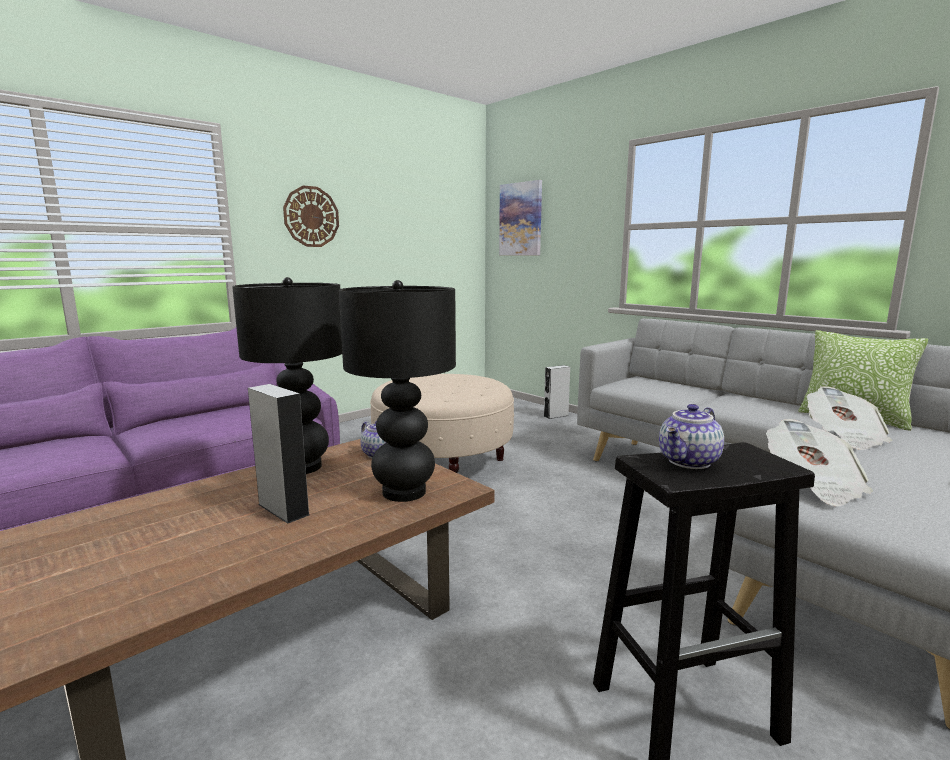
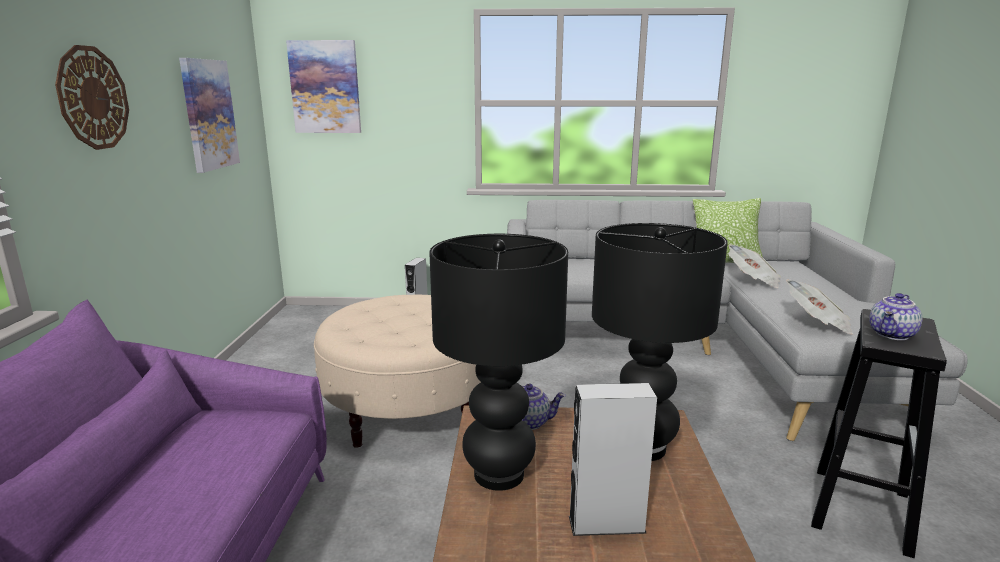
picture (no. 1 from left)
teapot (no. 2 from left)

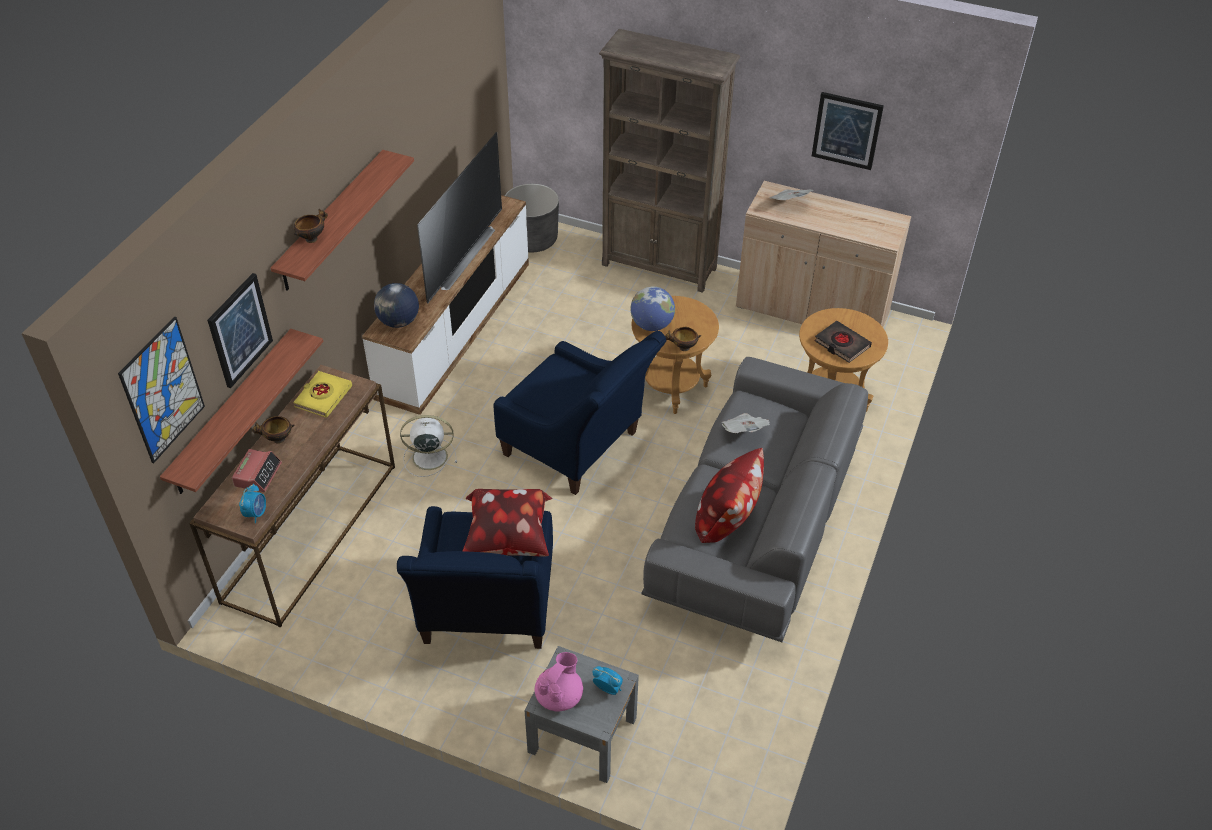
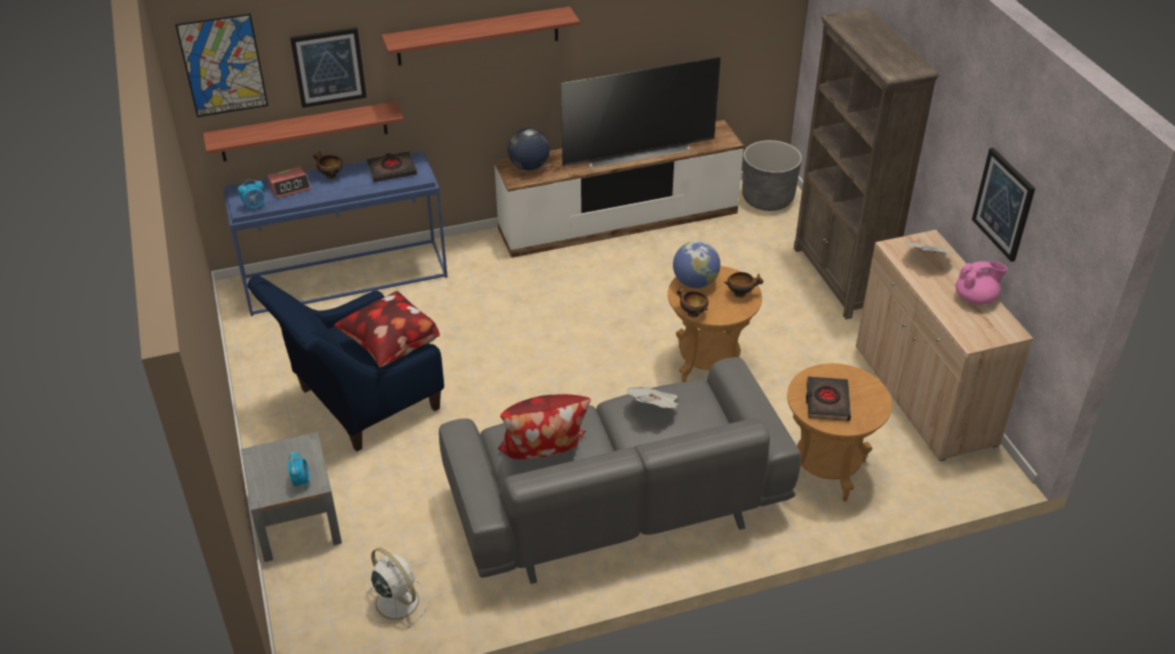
blue armchair (no. 2 from left in the first image)
bowl (no. 3 from left)
white fan
pink teapot
blue console table
black book (no. 1 from left)

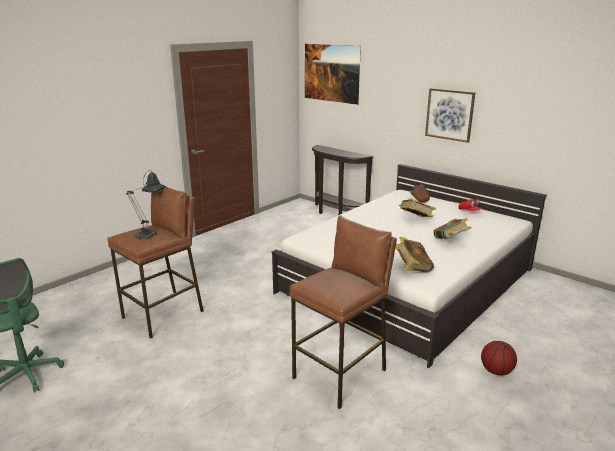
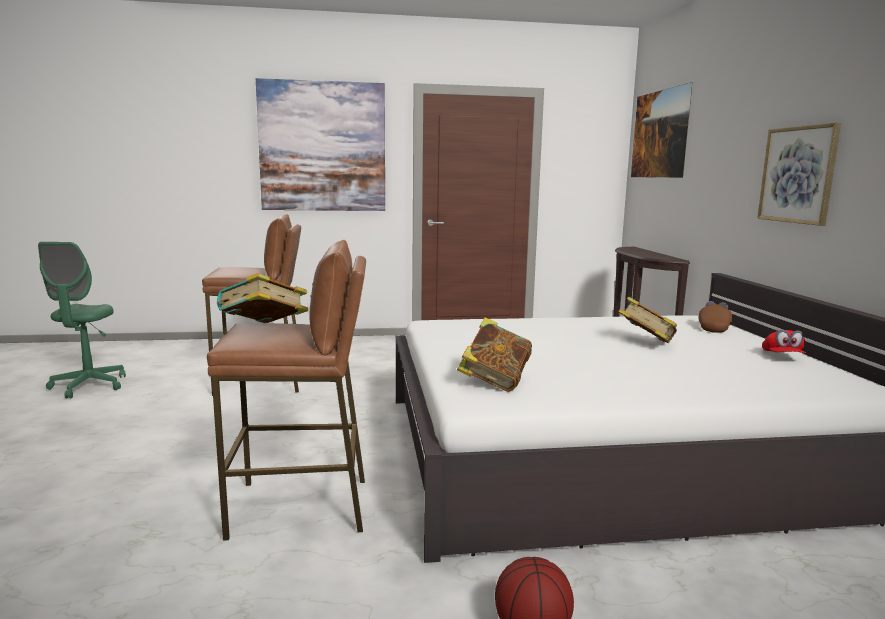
table lamp
picture (no. 1 from left)
book (no. 1 from left)

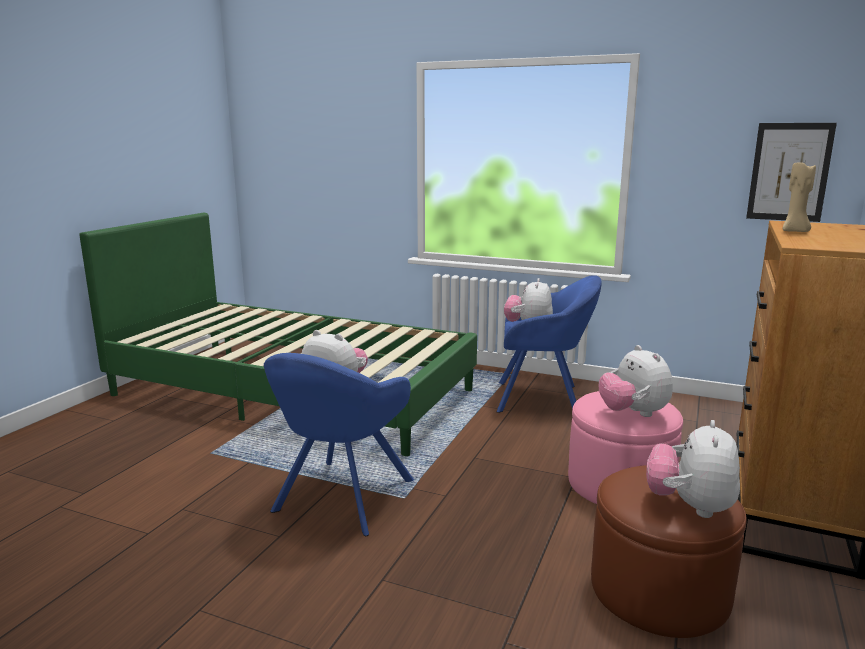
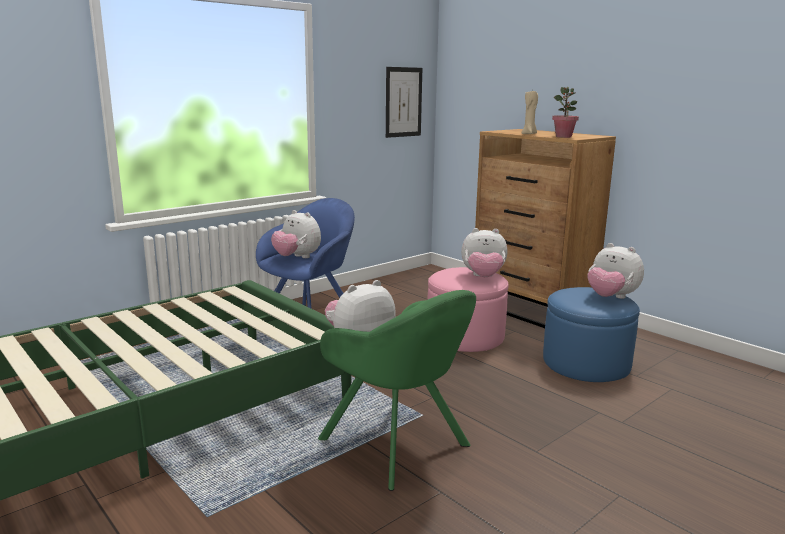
potted plant
green armchair
blue ottoman

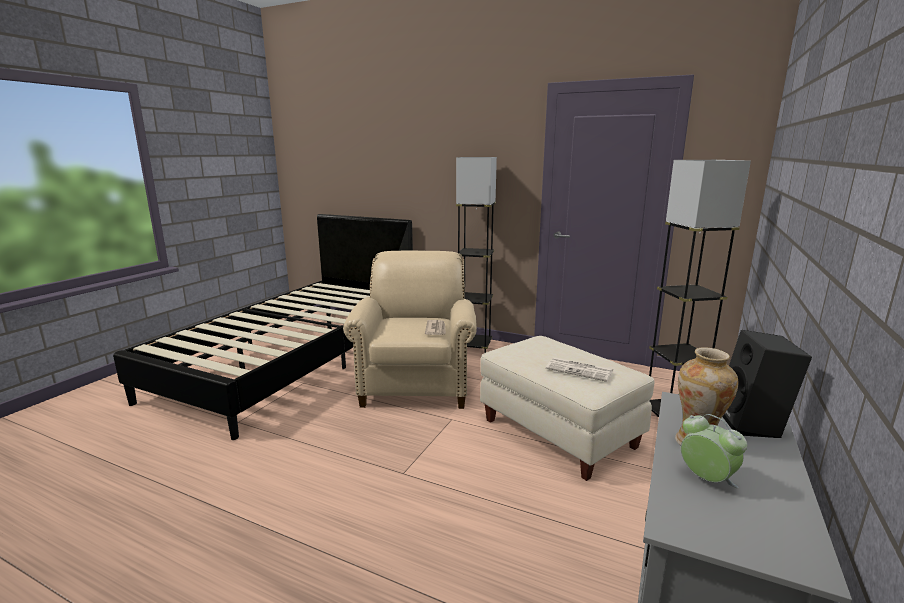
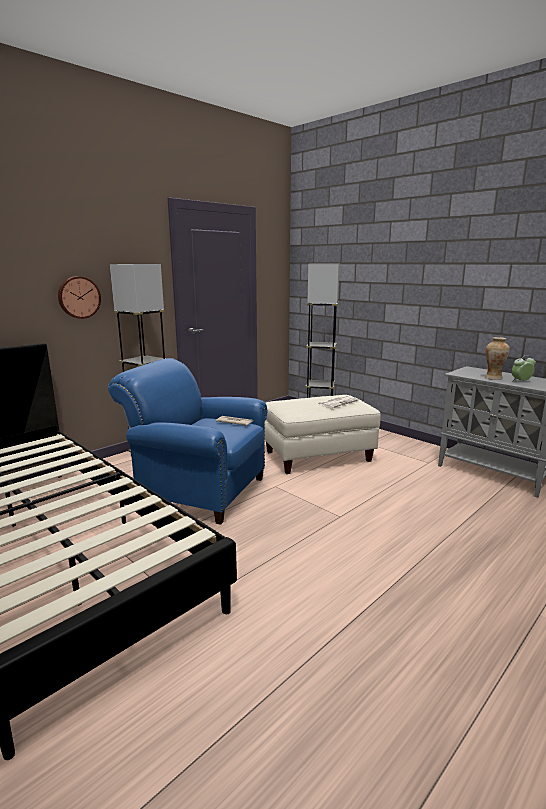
black speaker
wall clock
blue armchair

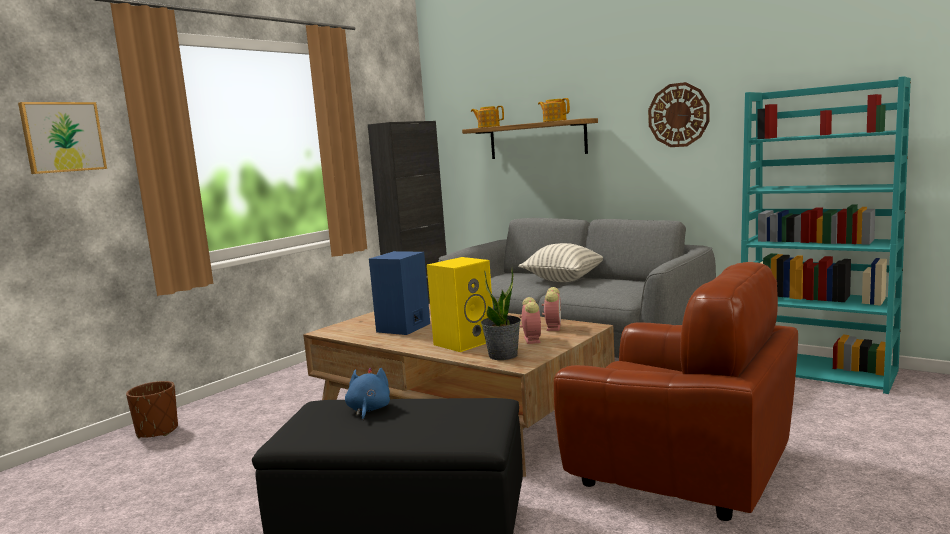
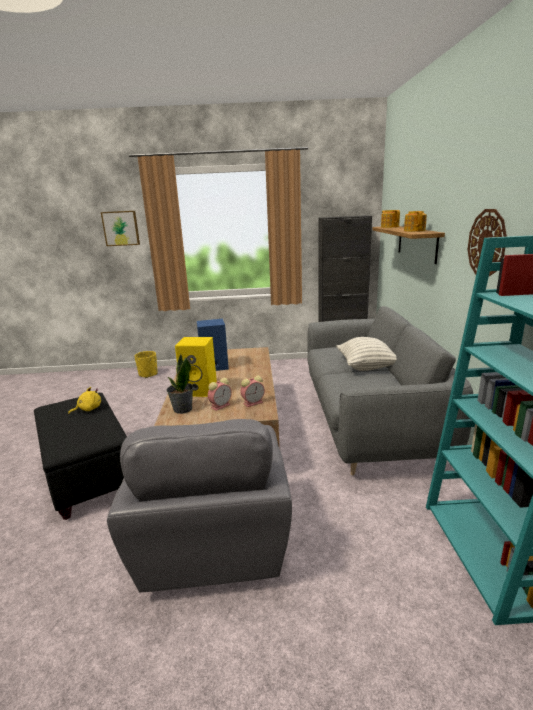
yellow planter
yellow plush toy
grey armchair

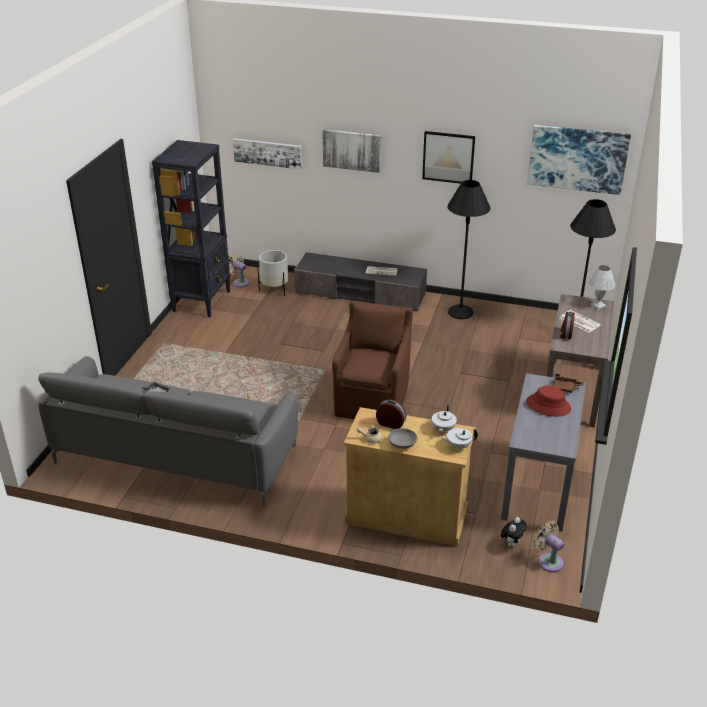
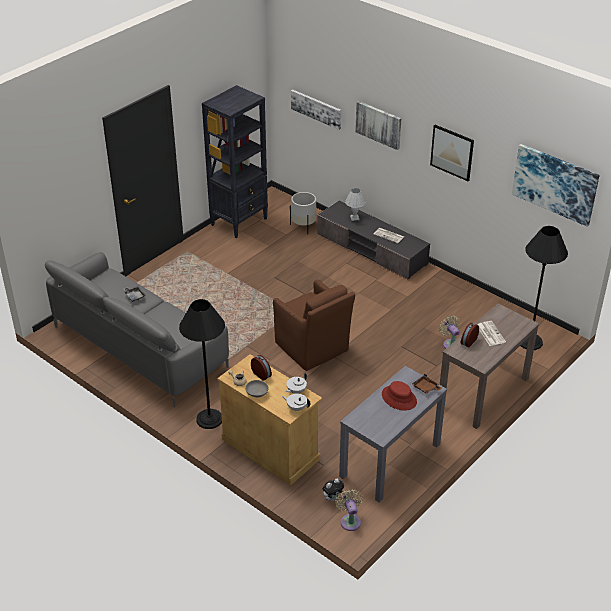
beige fan (no. 2 from left)
black floor lamp (no. 1 from left)
white table lamp
brown armchair

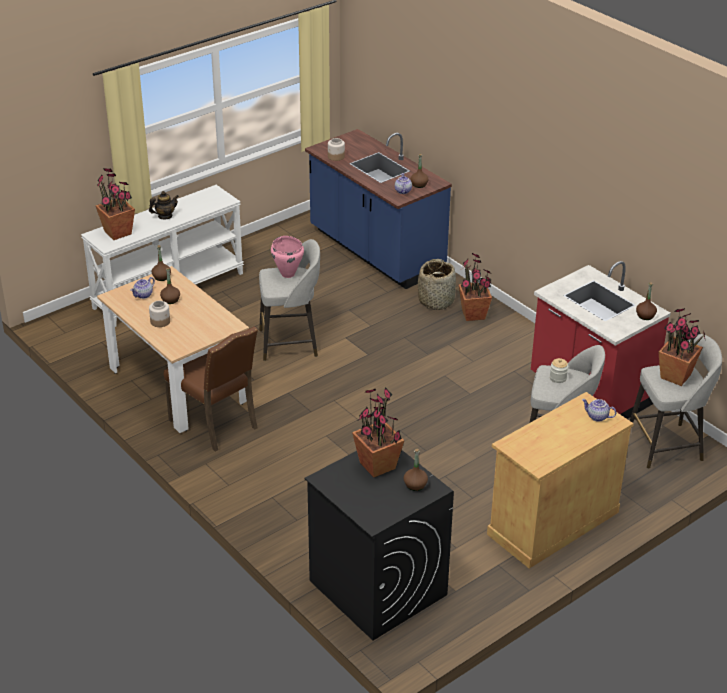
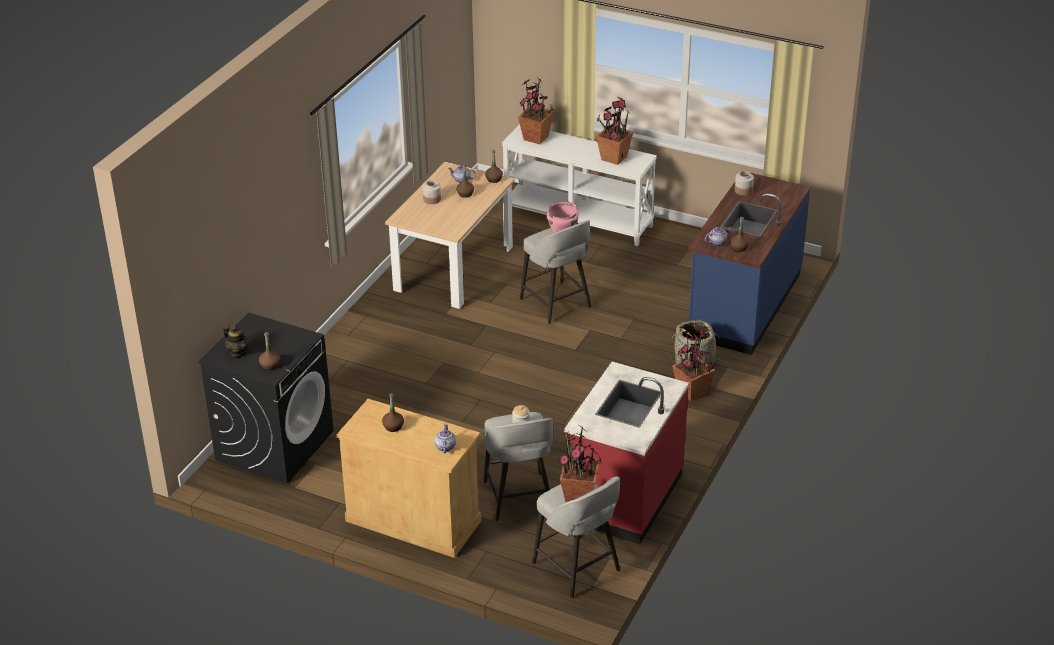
brown chair
teapot (no. 1 from left)
potted plant (no. 3 from left)
brown bottle (no. 2 from left)

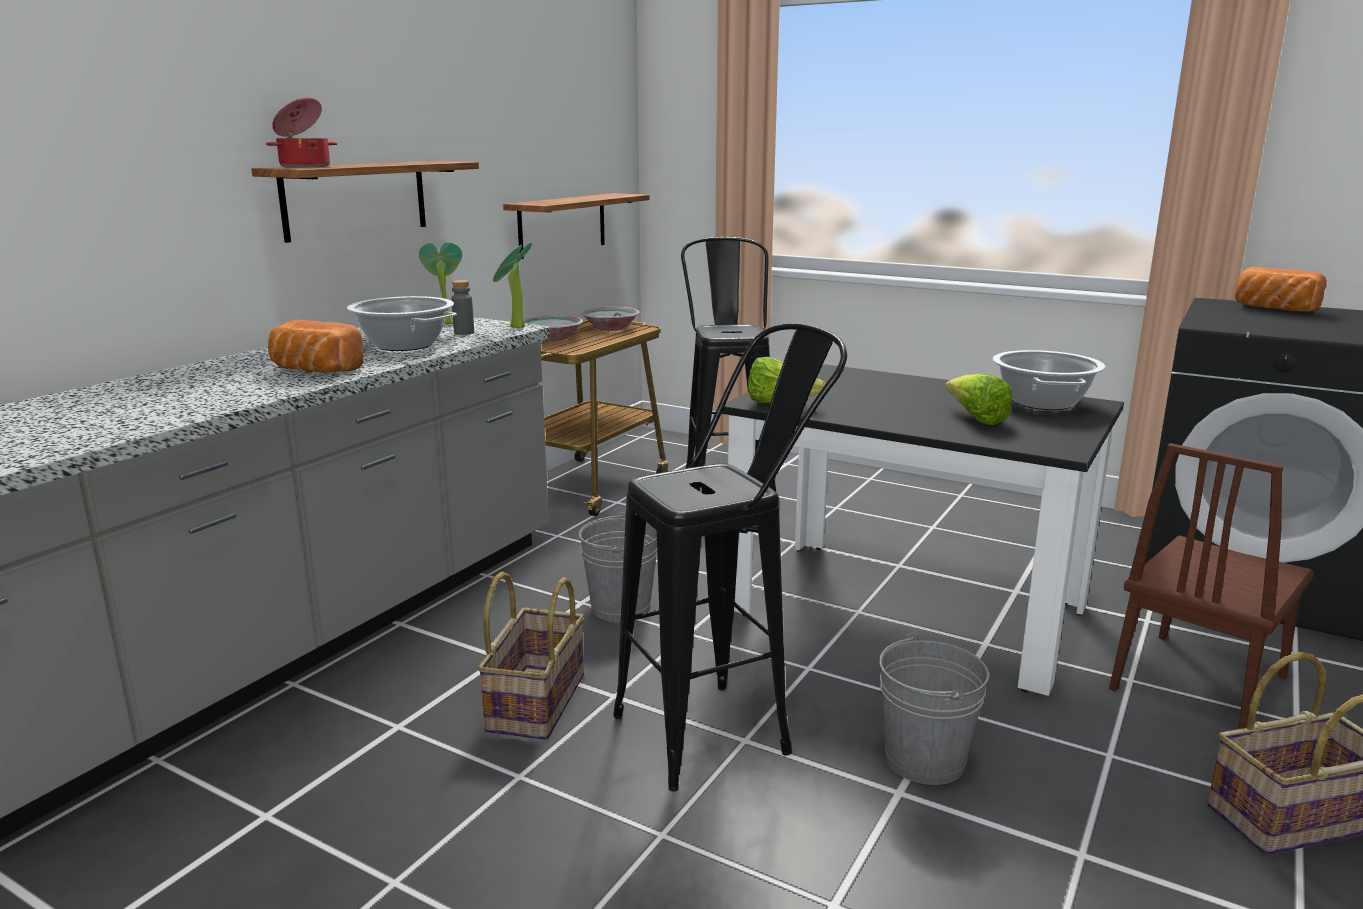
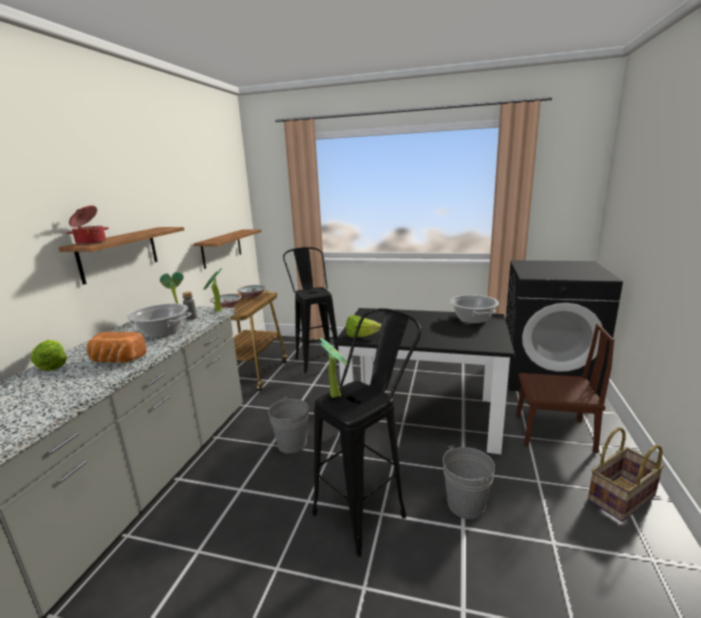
basket (no. 1 from left in the first image)
bread (no. 2 from left in the first image)
potted plant (no. 3 from left)
lettuce (no. 1 from left)
brown chair

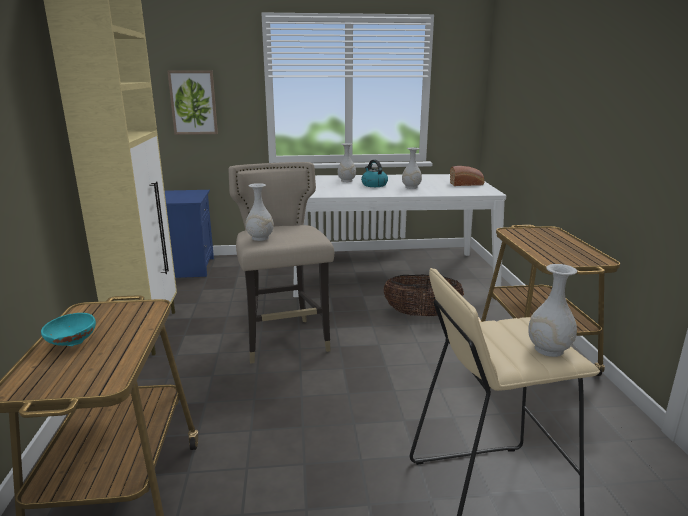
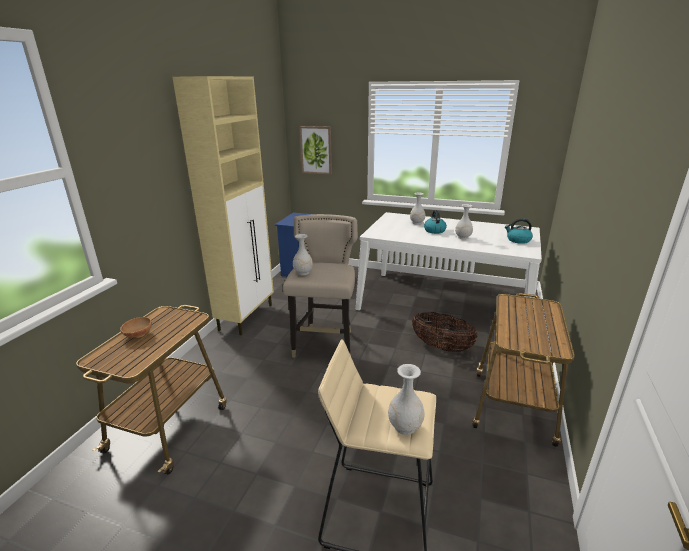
kettle (no. 2 from left)
brown bowl

